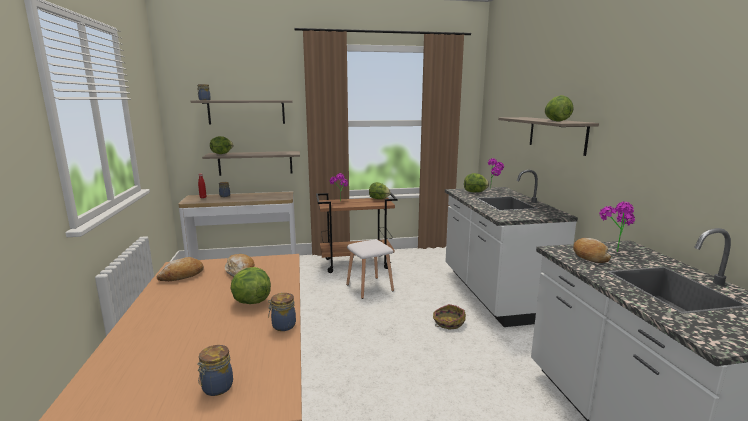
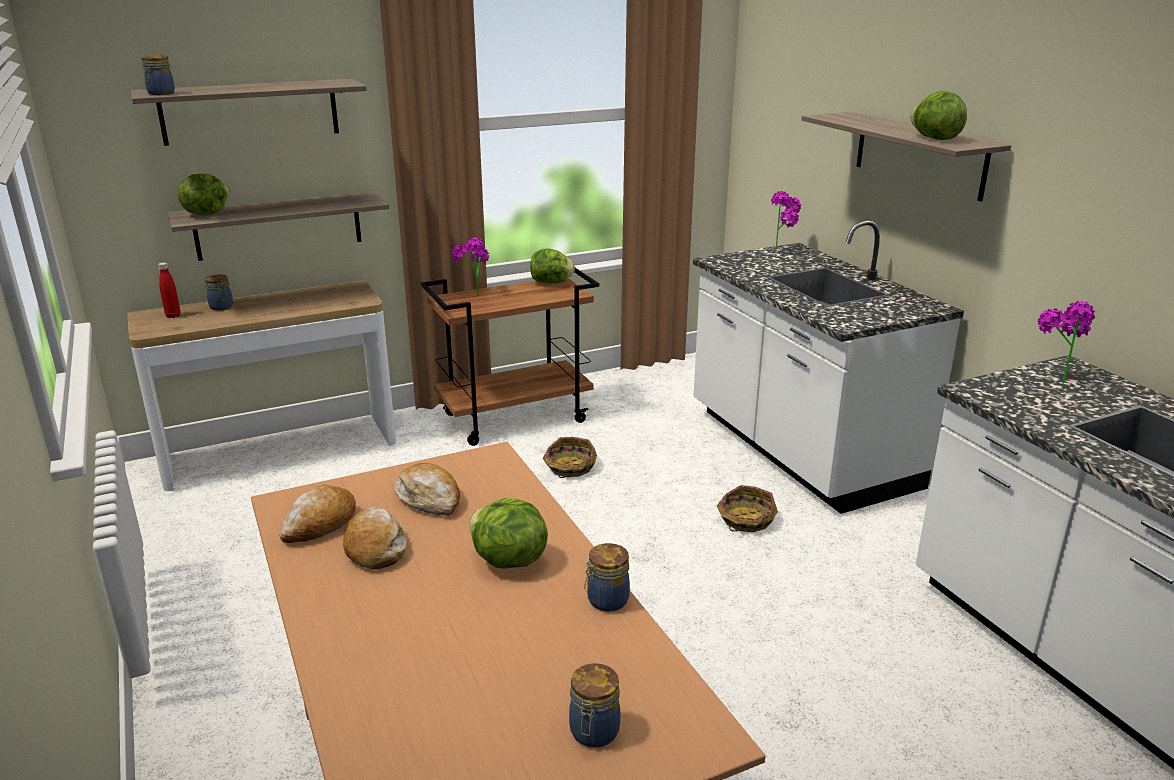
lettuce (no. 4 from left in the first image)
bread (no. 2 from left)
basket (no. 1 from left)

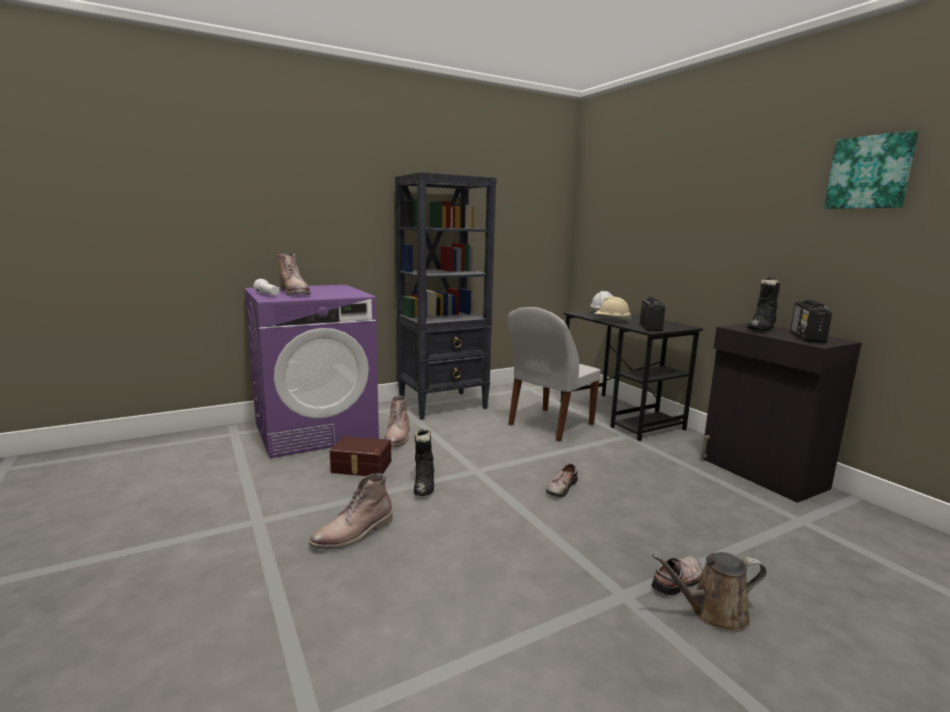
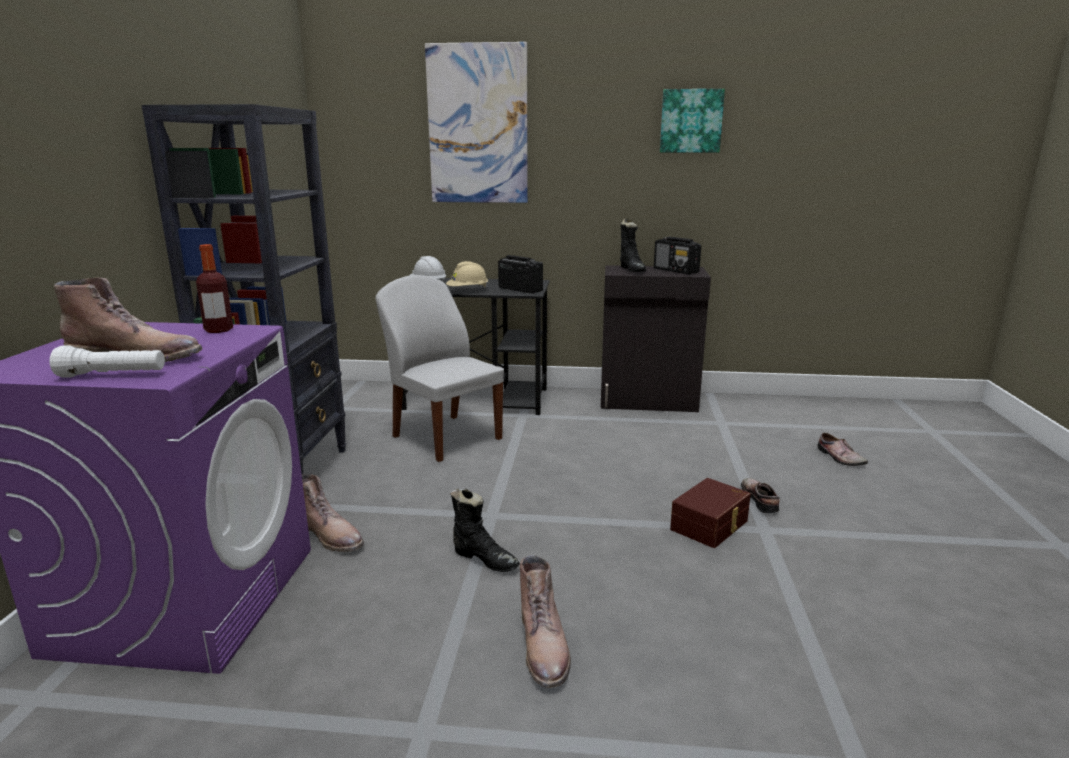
brown watering can
bottle
picture (no. 1 from left)
brown storage box
shoe (no. 2 from left)
white chair

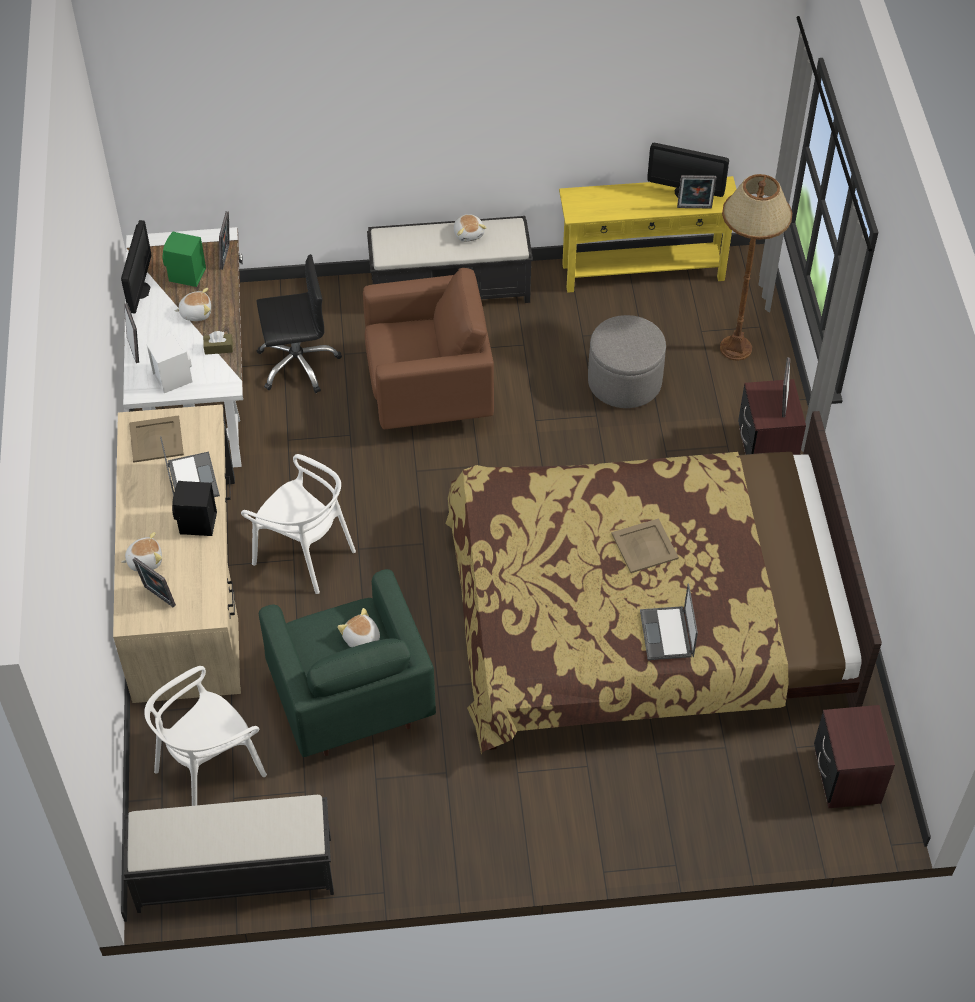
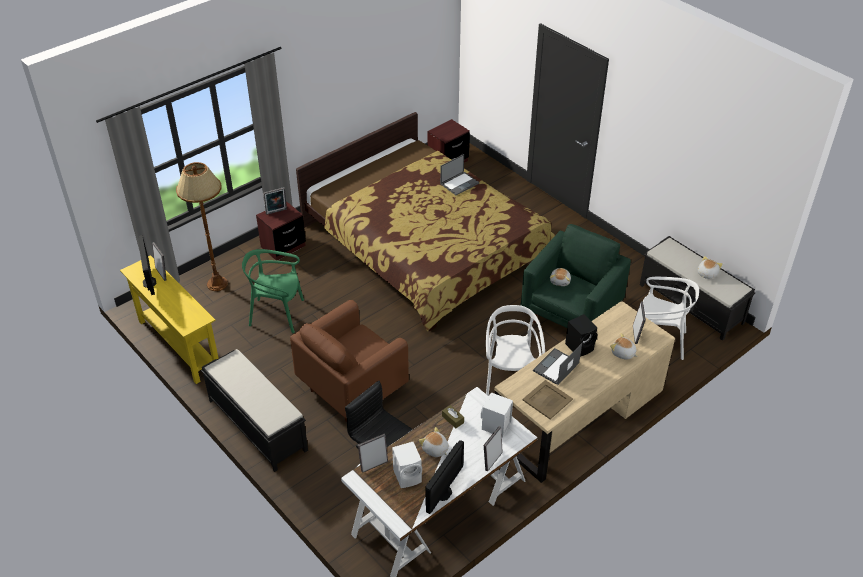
beige tray (no. 2 from left in the first image)
plush toy (no. 4 from left)
green chair
white speaker (no. 1 from left)
monitor (no. 2 from left)
brown armchair

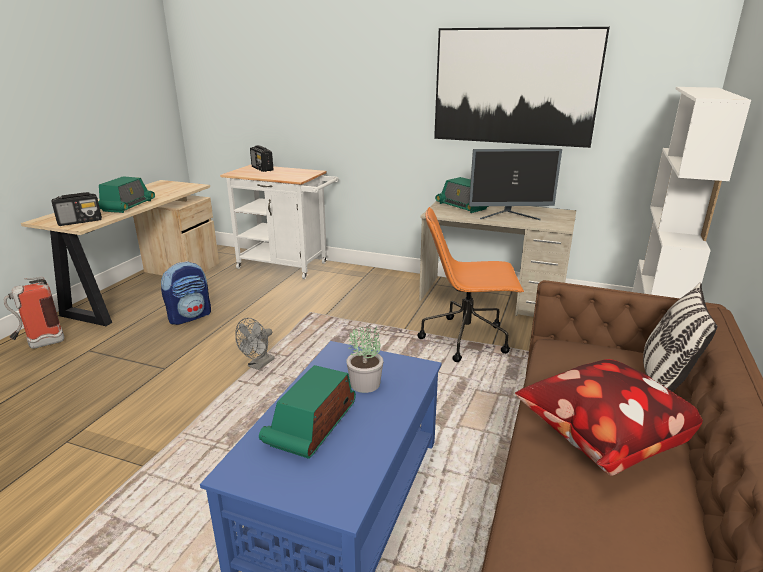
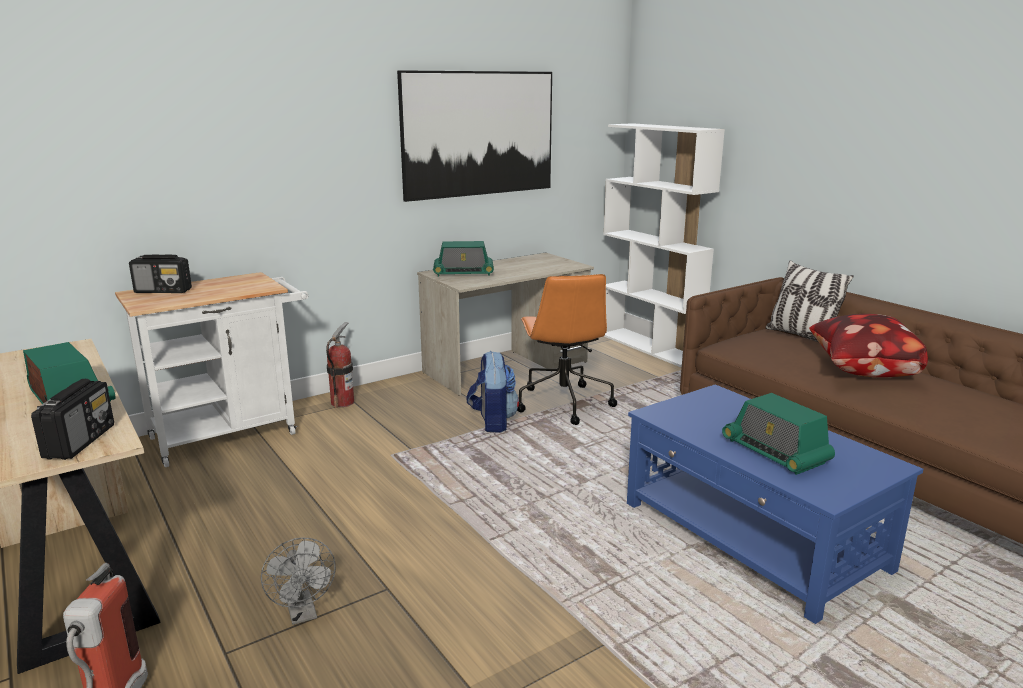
potted plant
monitor
fire extinguisher (no. 2 from left)
backpack
grey fan
orange office chair

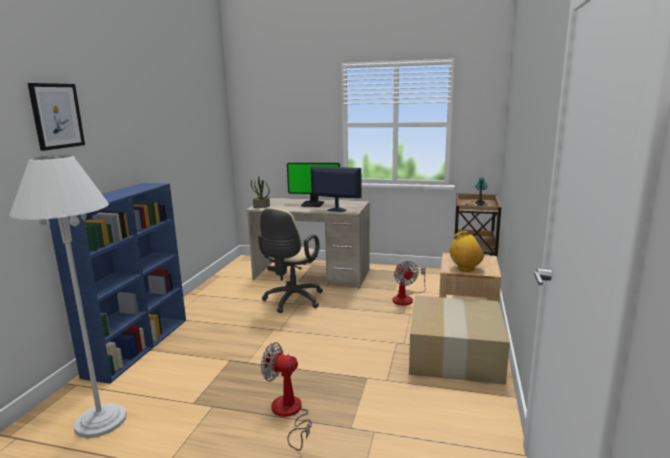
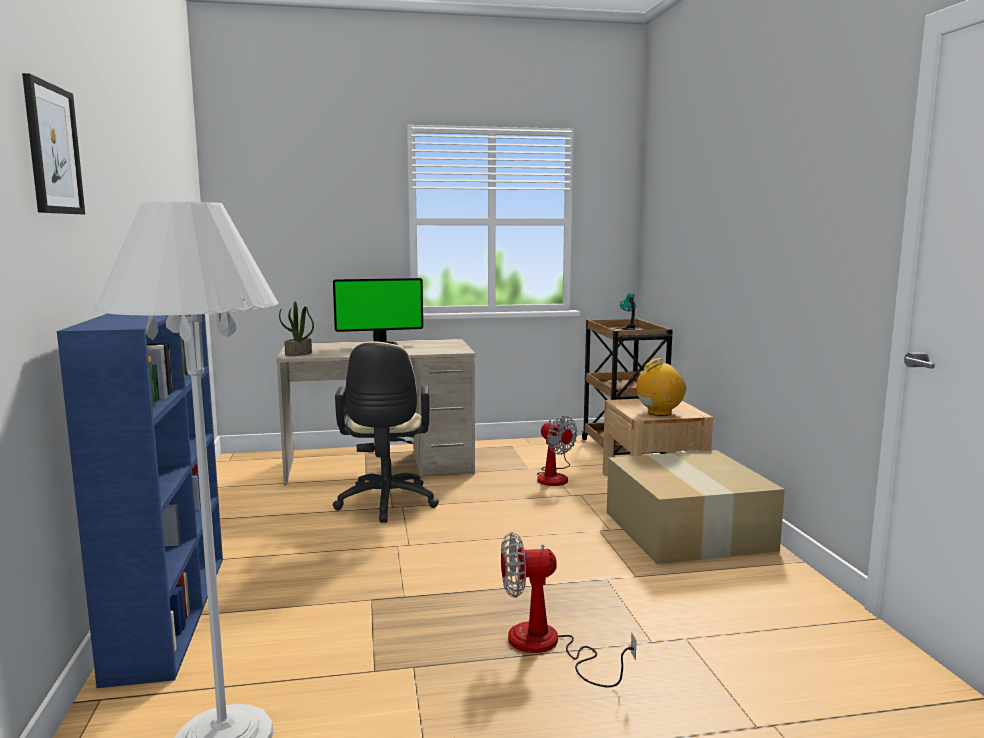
monitor (no. 2 from left in the first image)

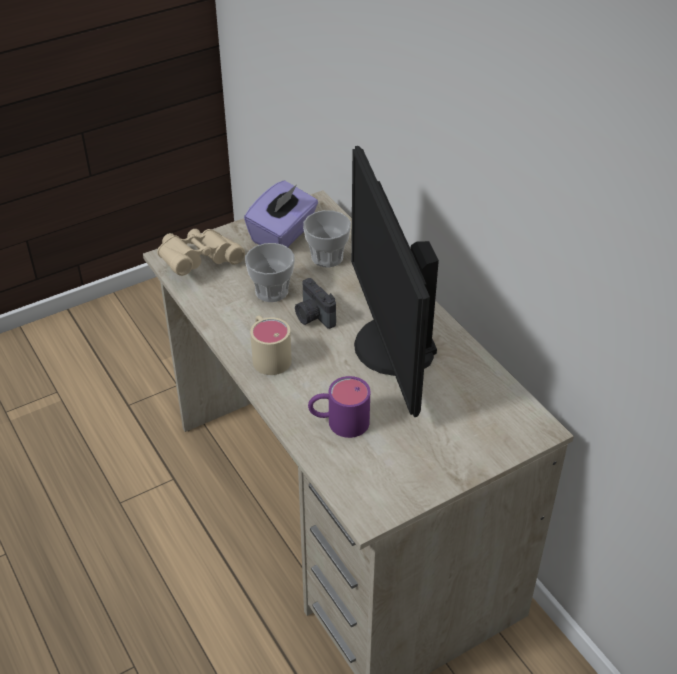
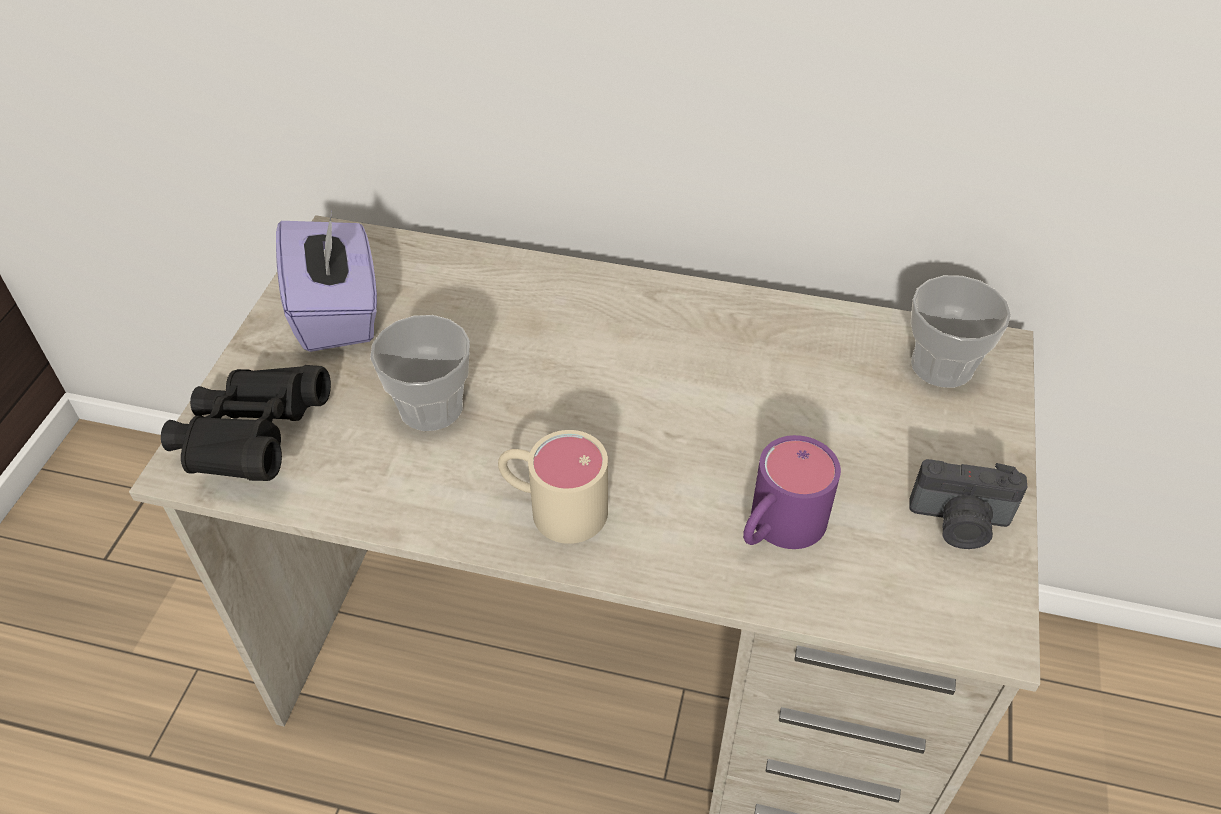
monitor
photo camera
cup (no. 2 from left)
black binoculars

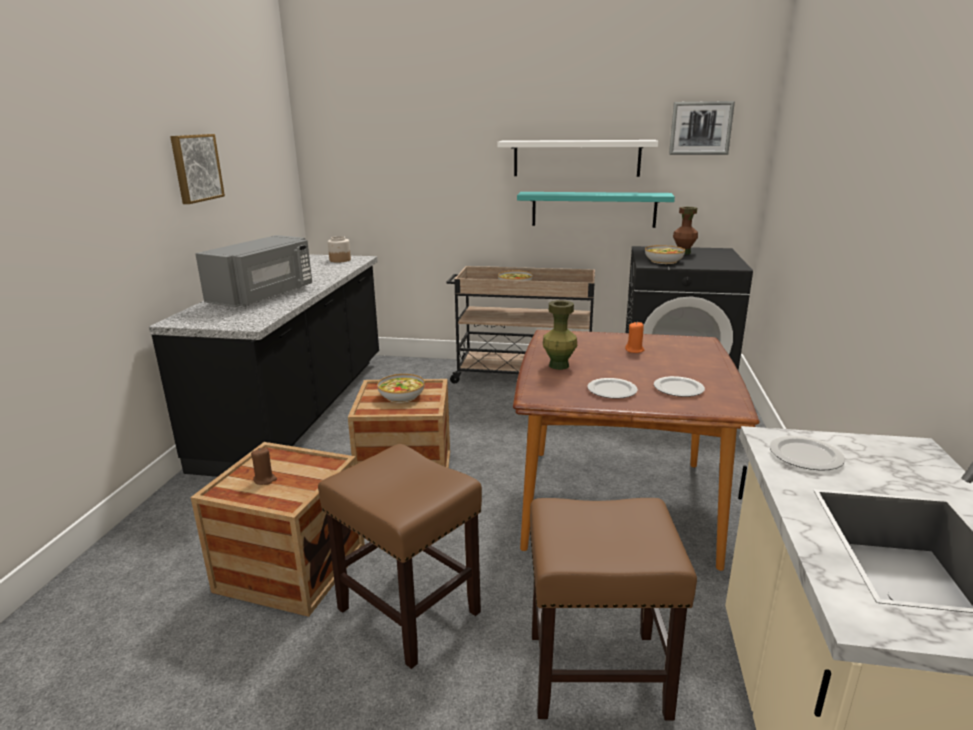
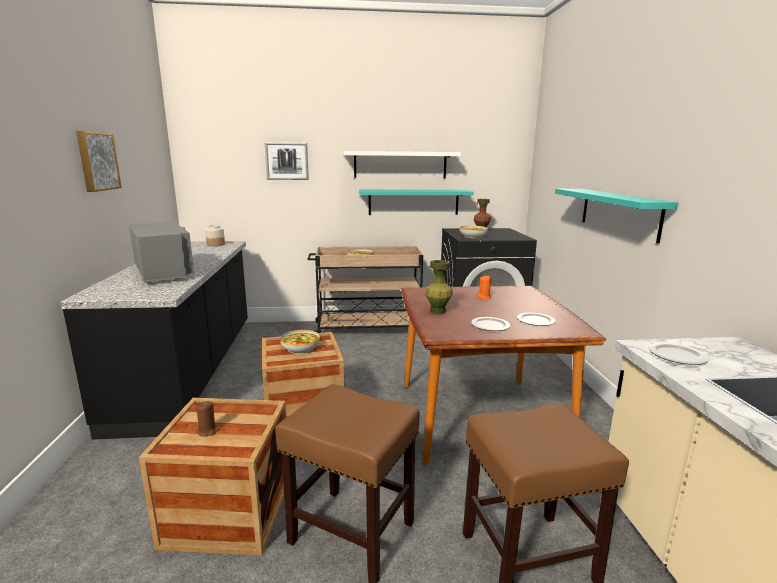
turquoise shelf (no. 2 from left)
picture (no. 2 from left)
grey microwave

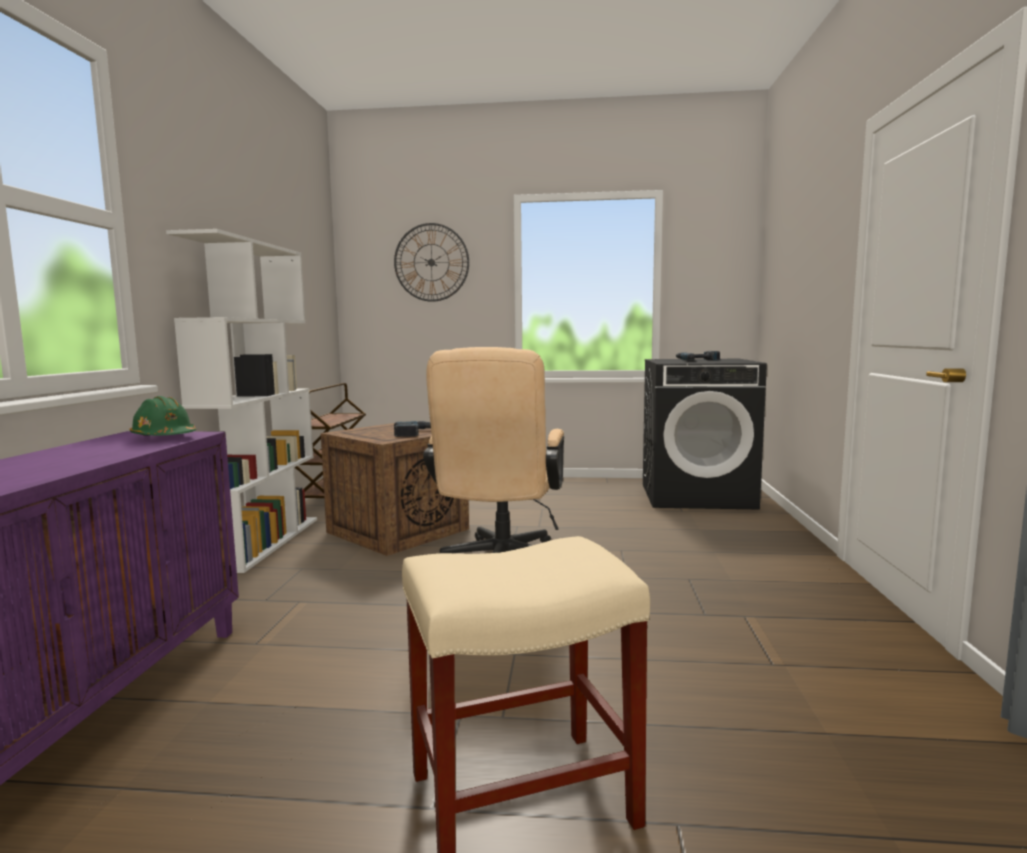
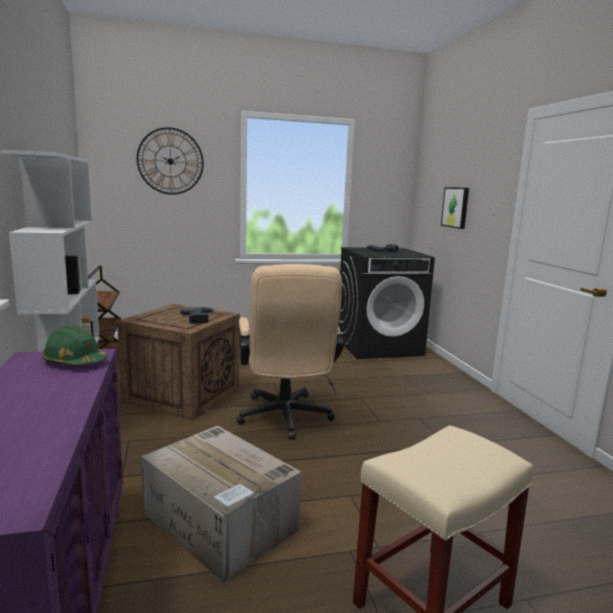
cardboard box
picture

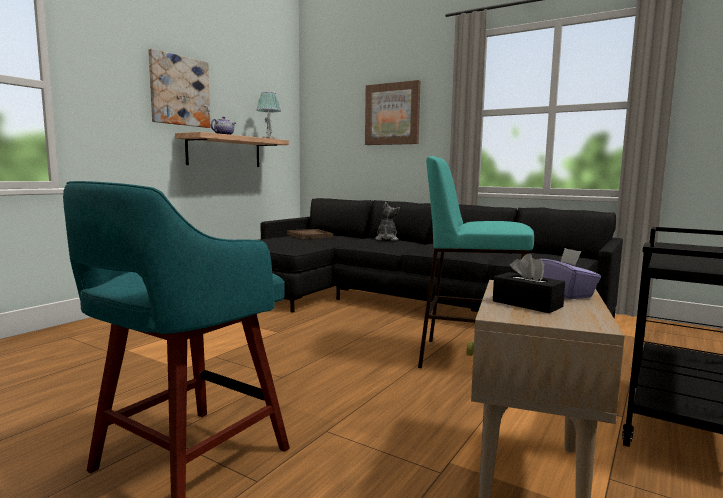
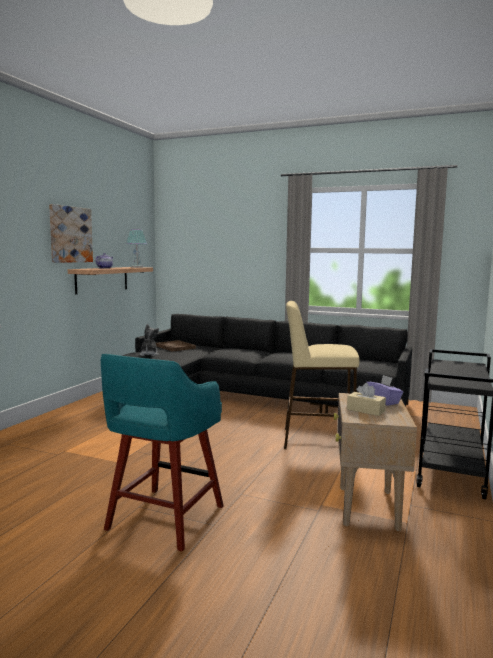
picture (no. 2 from left in the first image)
plush toy
beige stool
beige tissue box

